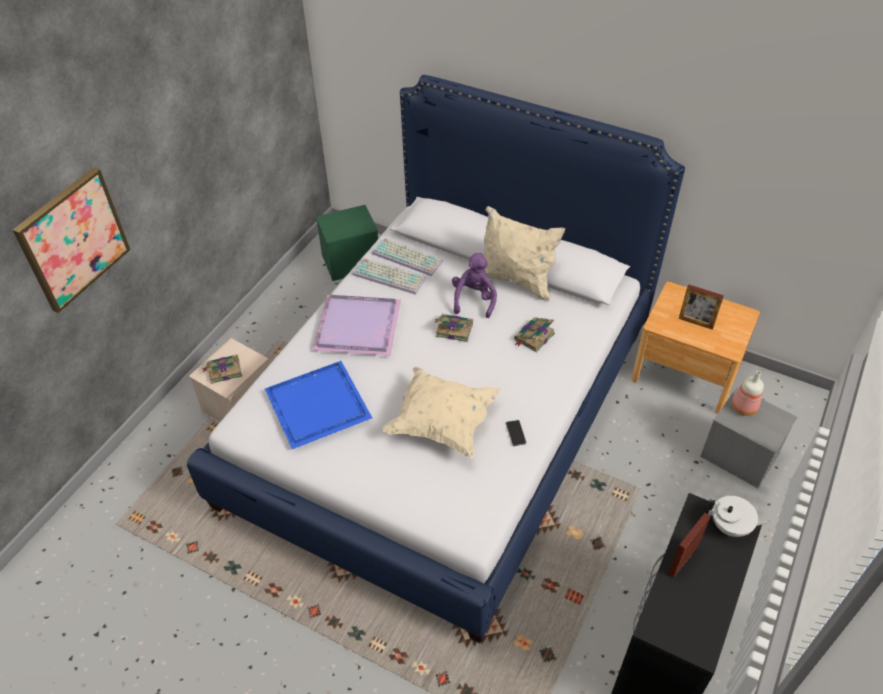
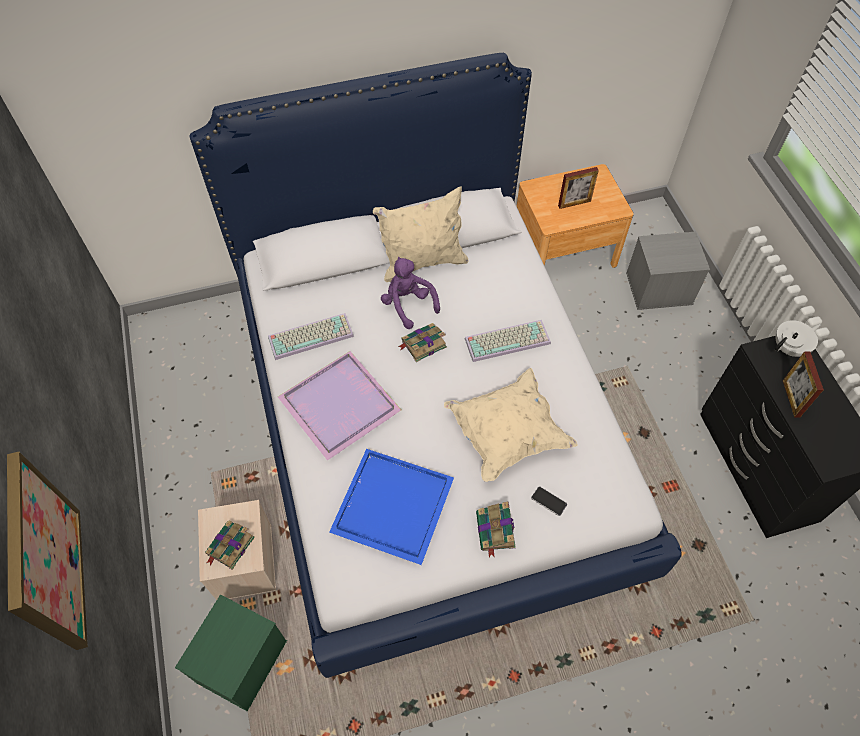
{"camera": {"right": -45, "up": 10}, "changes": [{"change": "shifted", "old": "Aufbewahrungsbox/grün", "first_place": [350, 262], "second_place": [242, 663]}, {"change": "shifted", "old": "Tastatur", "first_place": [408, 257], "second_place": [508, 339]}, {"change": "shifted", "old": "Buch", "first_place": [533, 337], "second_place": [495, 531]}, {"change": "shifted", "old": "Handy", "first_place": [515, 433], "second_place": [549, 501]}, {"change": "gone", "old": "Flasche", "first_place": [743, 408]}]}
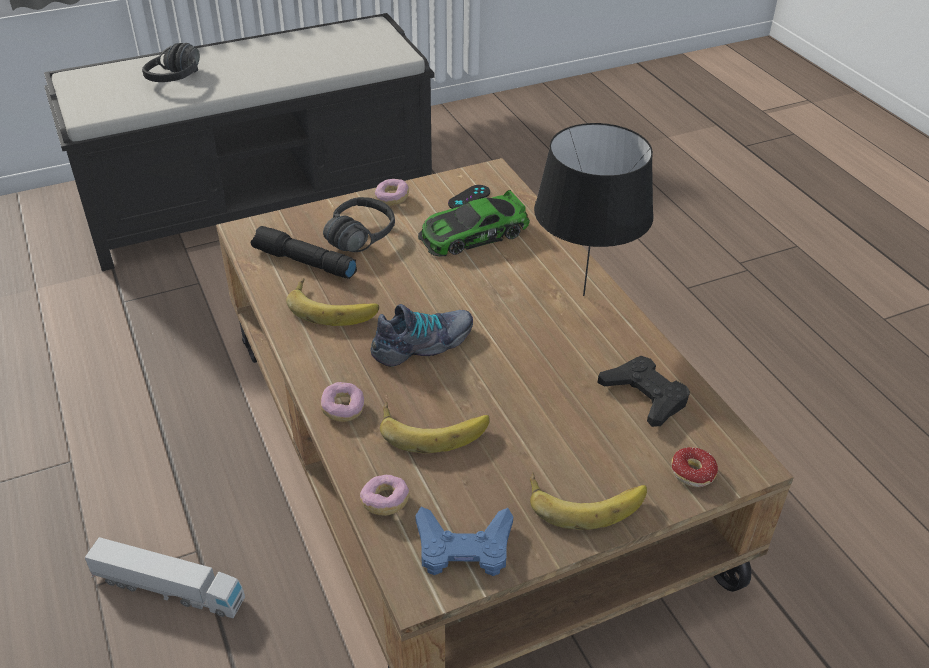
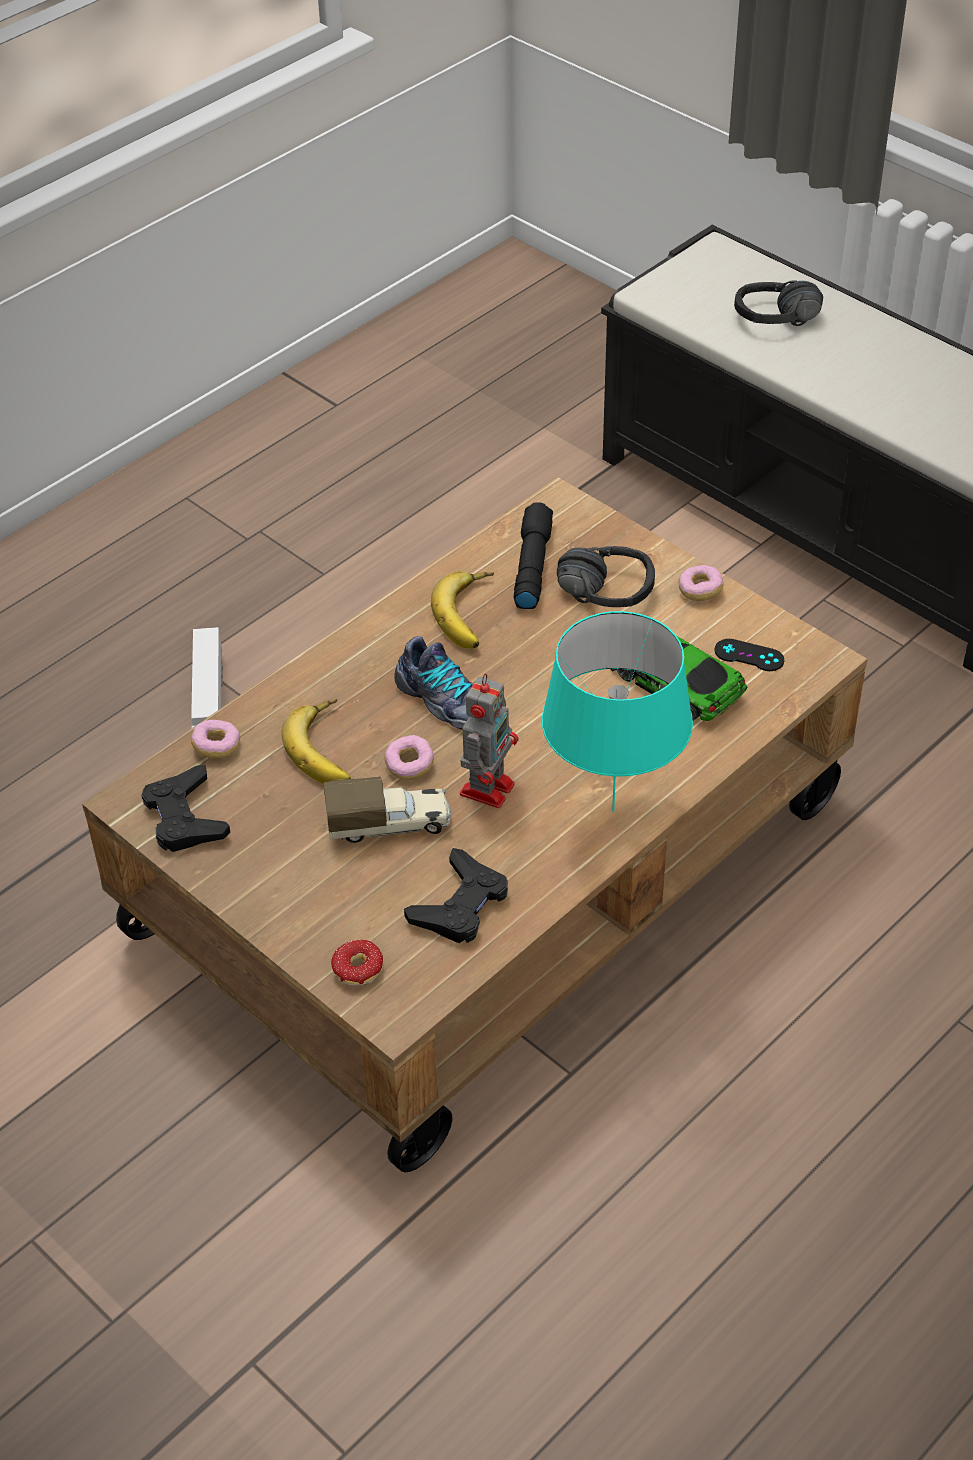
{"camera": {"right": 70, "up": 5}, "changes": [{"change": "repainted", "old": "Gamepad/blau", "new": "Gamepad/schwarz", "first_place": [463, 547], "second_place": [185, 817]}, {"change": "new", "new": "Spielzeuglaster", "second_place": [389, 824]}, {"change": "shifted", "old": "Donut", "first_place": [343, 409], "second_place": [409, 765]}, {"change": "new", "new": "Spielzeugroboter", "second_place": [488, 787]}, {"change": "repainted", "old": "Tischlampe/schwarz", "new": "Tischlampe/türkis", "first_place": [582, 295], "second_place": [612, 810]}, {"change": "gone", "old": "Banane", "first_place": [585, 499]}]}
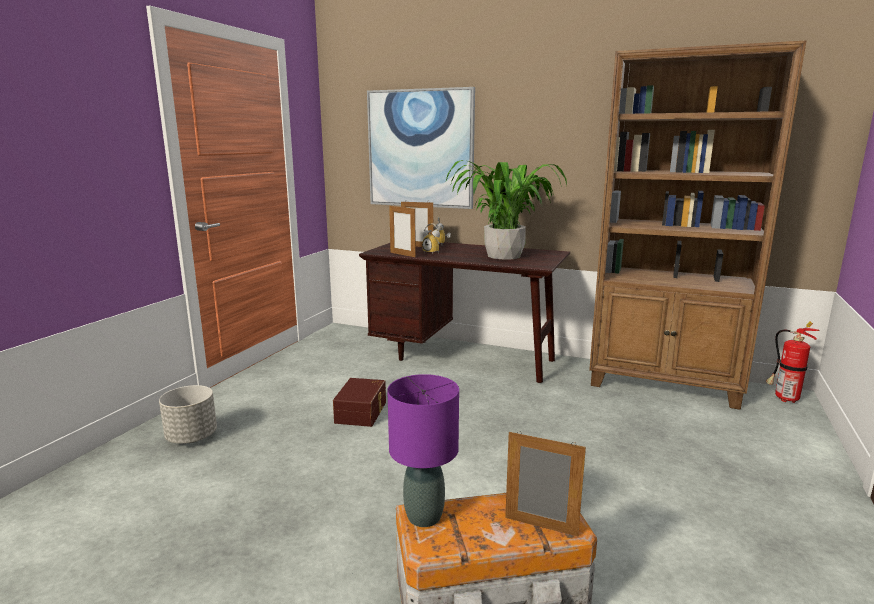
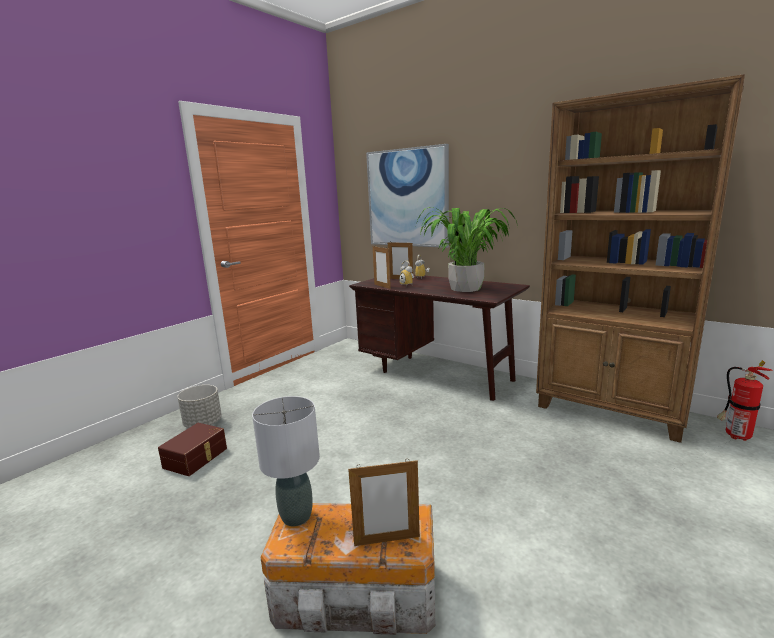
{"camera": {"right": 15, "up": 0}, "changes": [{"change": "shifted", "old": "Aufbewahrungsbox/braun", "first_place": [362, 412], "second_place": [196, 458]}, {"change": "repainted", "old": "Tischlampe/lila", "new": "Tischlampe/grau", "first_place": [423, 516], "second_place": [296, 516]}, {"change": "rotated", "old": "Bilderrahmen", "first_place": [540, 526], "second_place": [387, 541], "degrees": 135}]}
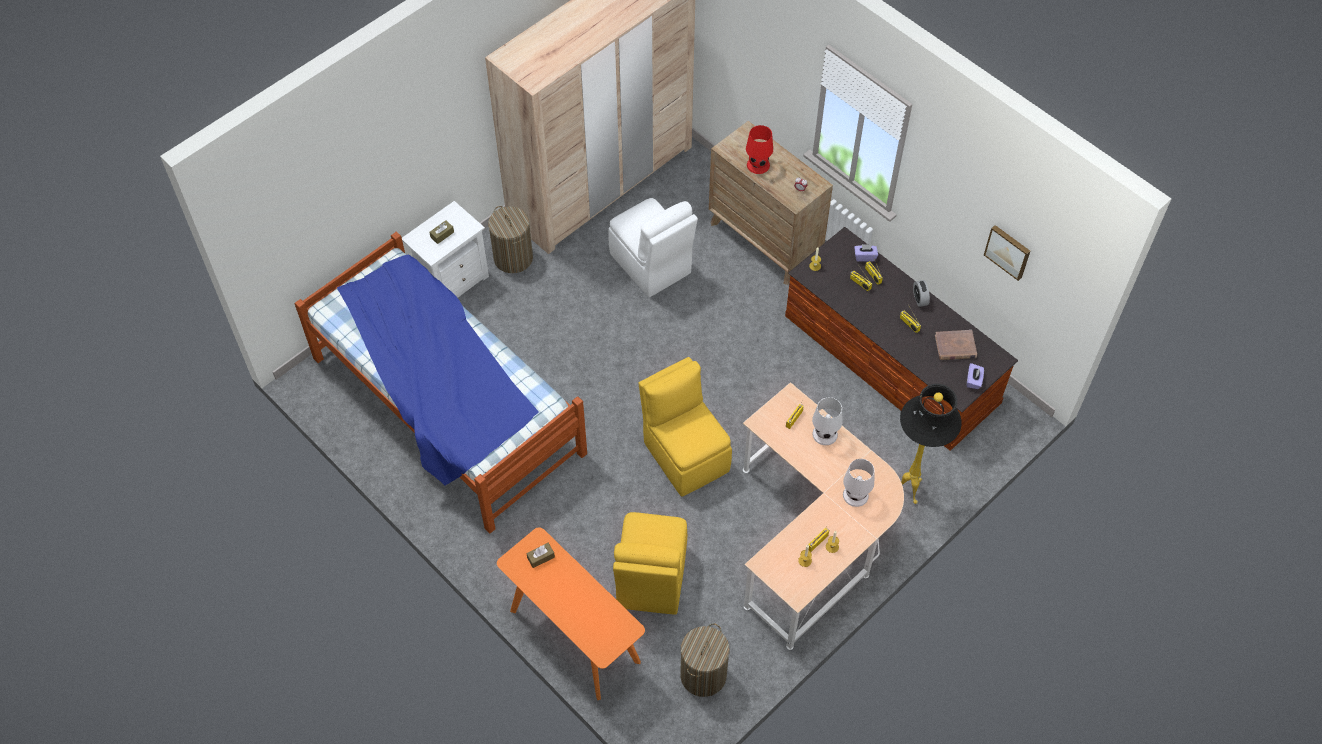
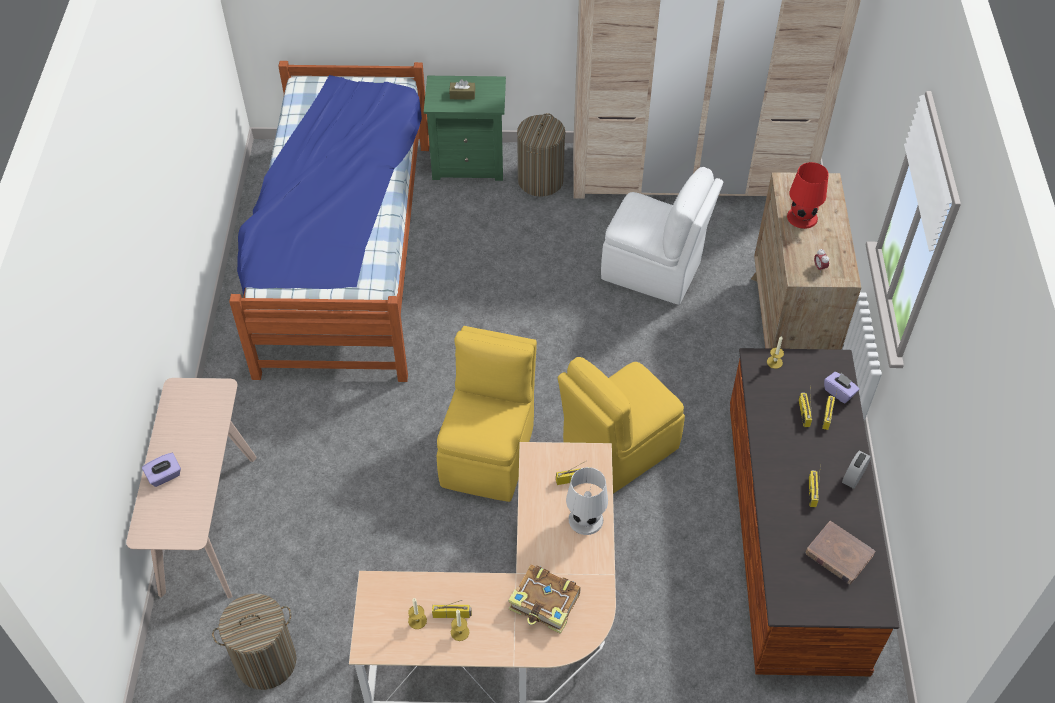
{"camera": {"right": 45, "up": -5}, "changes": [{"change": "repainted", "old": "Konsolentisch/orange", "new": "Konsolentisch/beige", "first_place": [574, 636], "second_place": [208, 523]}, {"change": "shifted", "old": "Taschentuchbox/lila", "first_place": [973, 380], "second_place": [164, 476]}, {"change": "repainted", "old": "Nachttisch/weiß", "new": "Nachttisch/grün", "first_place": [452, 281], "second_place": [469, 163]}, {"change": "swapped", "old": "Tischlampe/weiß", "new": "Buch", "first_place": [855, 495], "second_place": [545, 604]}, {"change": "shifted", "old": "Stuhl/gelb", "first_place": [651, 579], "second_place": [618, 450]}, {"change": "rotated", "old": "Stuhl/weiß", "first_place": [651, 265], "second_place": [653, 271], "degrees": -75}, {"change": "gone", "old": "Taschentuchbox/braun", "first_place": [541, 557]}, {"change": "gone", "old": "Stehlampe/schwarz", "first_place": [910, 491]}, {"change": "gone", "old": "Bild", "first_place": [1008, 251]}]}
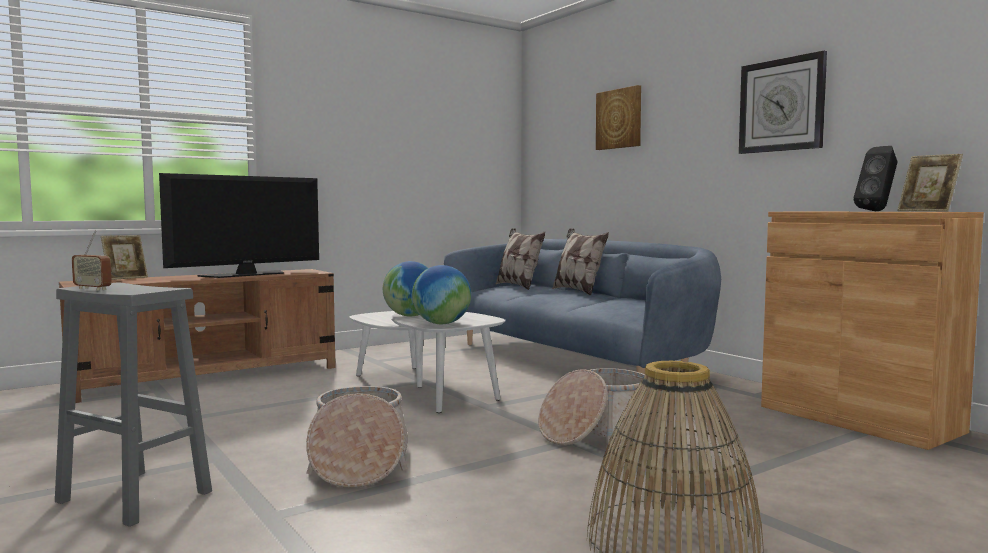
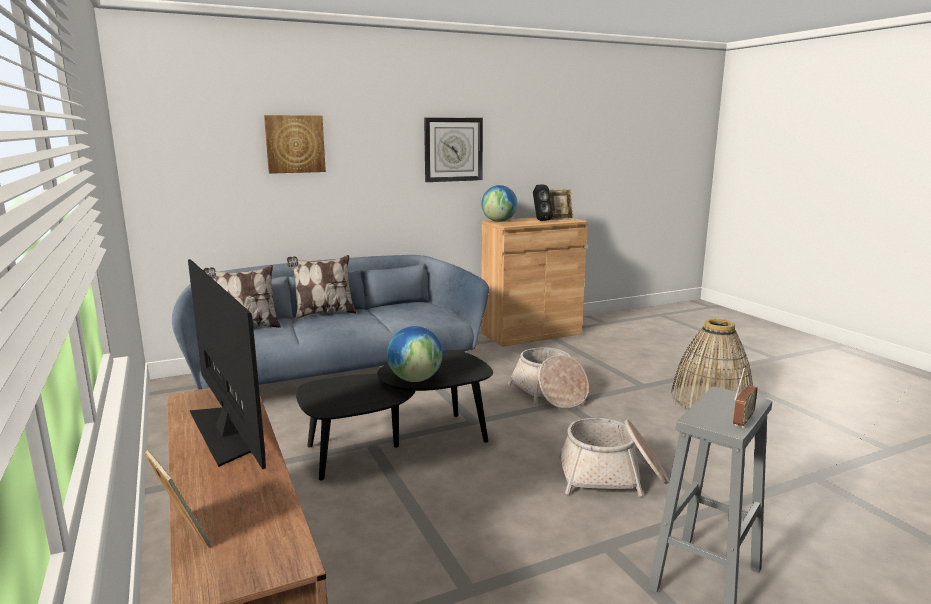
{"camera": {"right": -80, "up": 10}, "changes": [{"change": "repainted", "old": "Couchtisch/weiß", "new": "Couchtisch/schwarz", "first_place": [423, 387], "second_place": [398, 444]}, {"change": "shifted", "old": "Globus", "first_place": [442, 324], "second_place": [499, 221]}]}
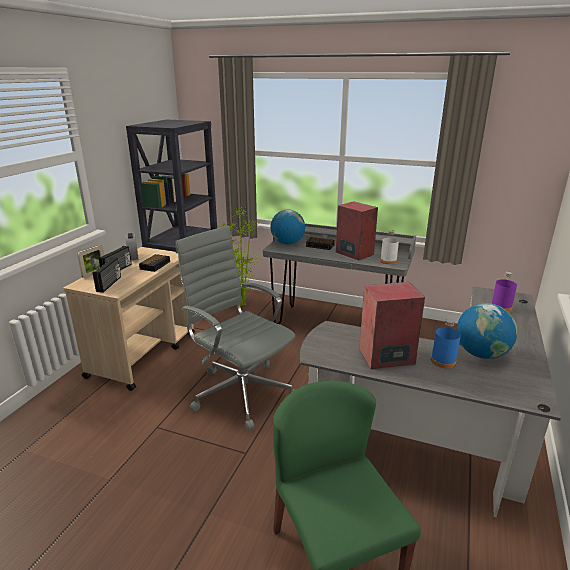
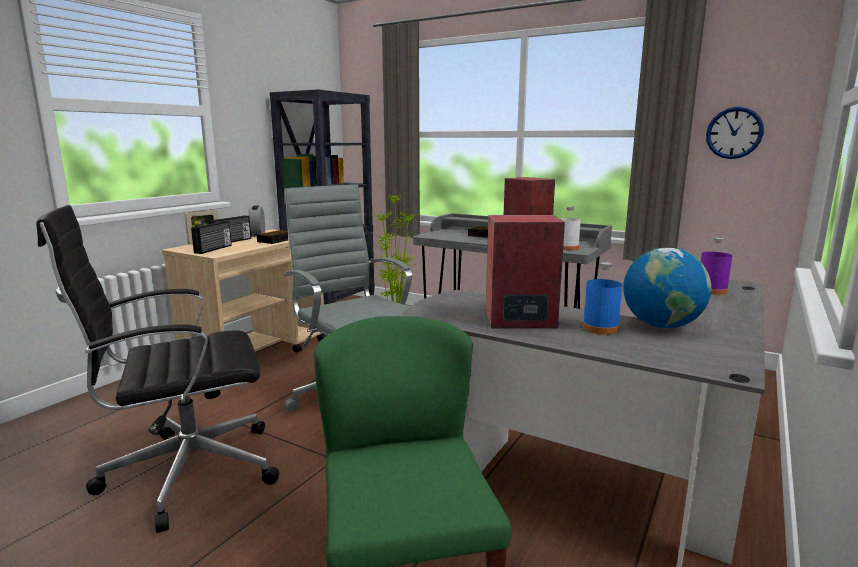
{"camera": {"right": 10, "up": -10}, "changes": [{"change": "new", "new": "Bürostuhl/schwarz", "second_place": [185, 472]}, {"change": "new", "new": "Wanduhr", "second_place": [734, 133]}, {"change": "gone", "old": "Globus", "first_place": [287, 243]}]}
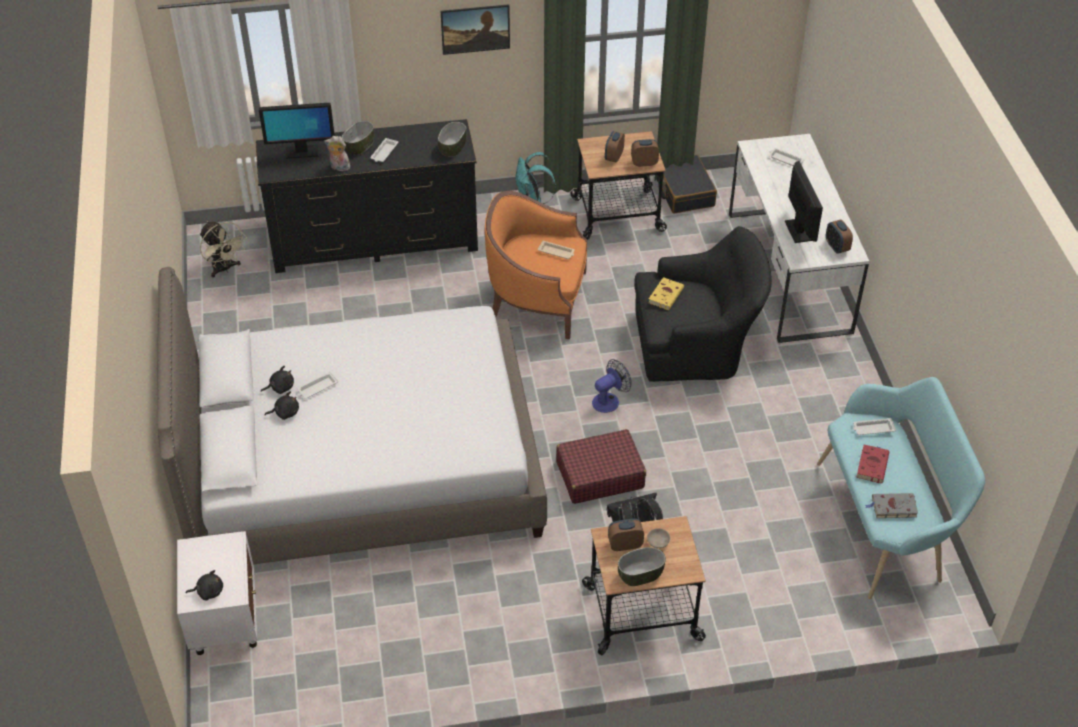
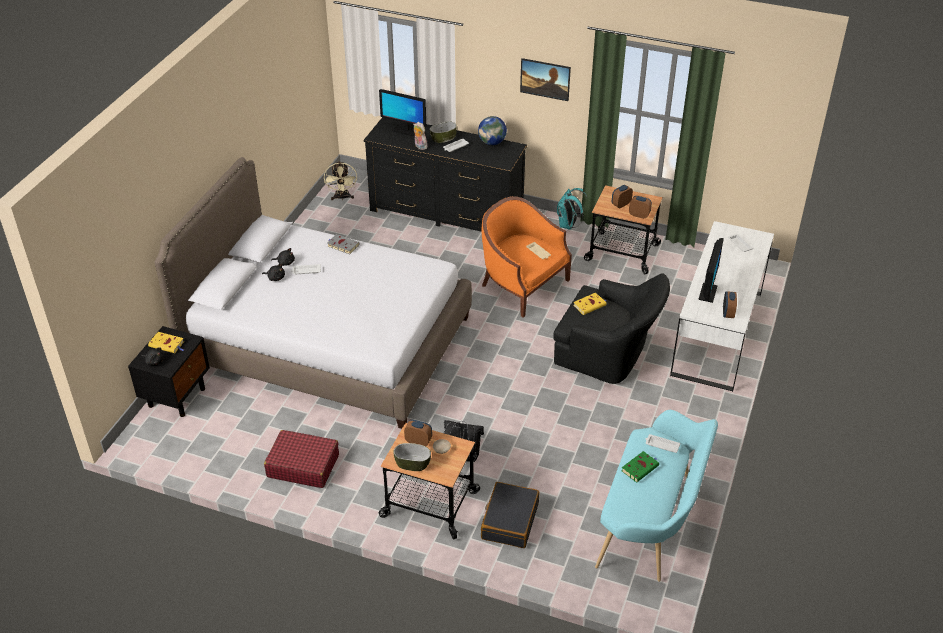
{"camera": {"right": 30, "up": -5}, "changes": [{"change": "repainted", "old": "Nachttisch/weiß", "new": "Nachttisch/schwarz", "first_place": [226, 624], "second_place": [177, 396]}, {"change": "new", "new": "Buch/gelb", "second_place": [167, 344]}, {"change": "shifted", "old": "Koffer/rot", "first_place": [599, 475], "second_place": [303, 466]}, {"change": "shifted", "old": "Buch/grau", "first_place": [892, 507], "second_place": [342, 245]}, {"change": "new", "new": "Globus", "second_place": [492, 142]}, {"change": "shifted", "old": "Koffer/schwarz", "first_place": [684, 192], "second_place": [509, 521]}, {"change": "repainted", "old": "Buch/rot", "new": "Buch/grün", "first_place": [872, 465], "second_place": [640, 468]}, {"change": "gone", "old": "Schüssel", "first_place": [452, 147]}, {"change": "gone", "old": "Ventilator", "first_place": [609, 400]}]}
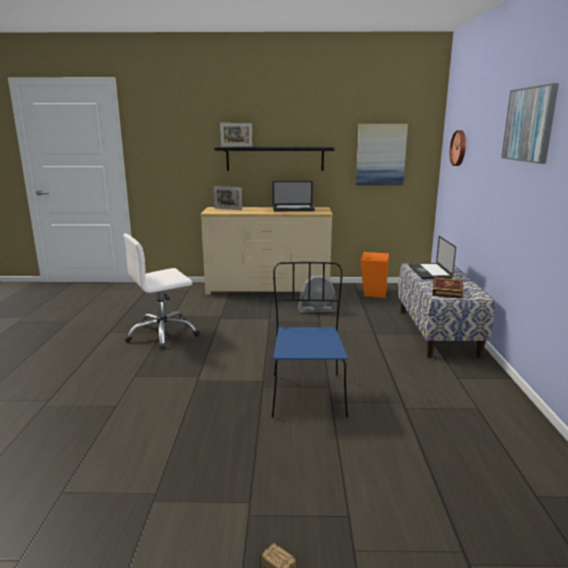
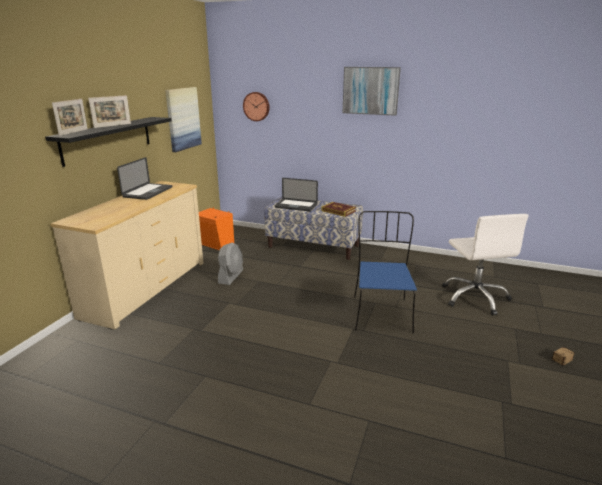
{"camera": {"right": -70, "up": 5}, "changes": [{"change": "shifted", "old": "Bilderrahmen", "first_place": [228, 209], "second_place": [112, 125]}, {"change": "rotated", "old": "Stuhl/blau", "first_place": [307, 393], "second_place": [381, 313], "degrees": 75}, {"change": "shifted", "old": "Bürostuhl/weiß", "first_place": [163, 334], "second_place": [475, 297]}]}
